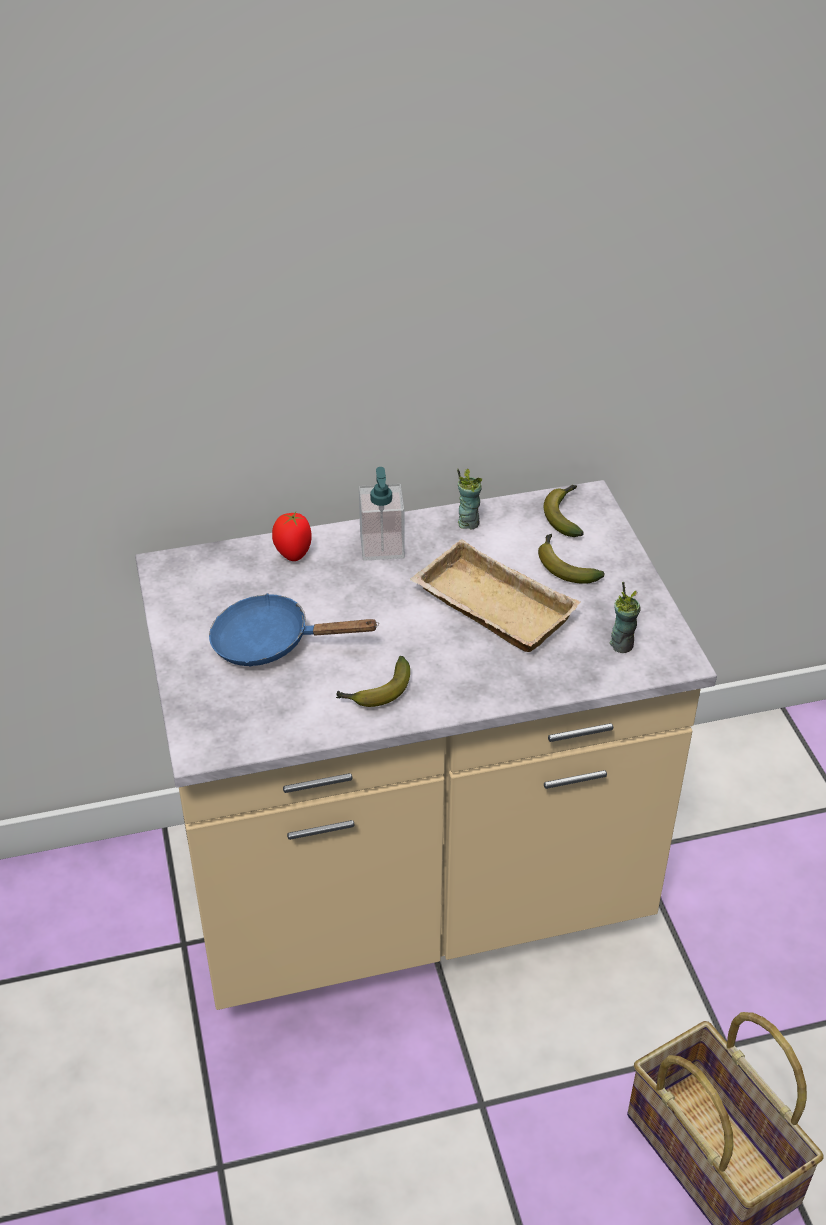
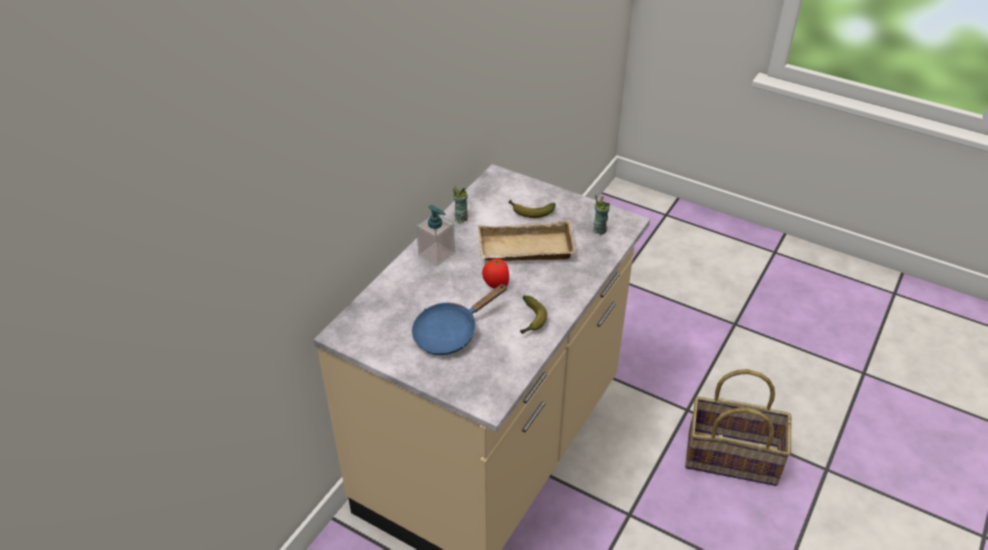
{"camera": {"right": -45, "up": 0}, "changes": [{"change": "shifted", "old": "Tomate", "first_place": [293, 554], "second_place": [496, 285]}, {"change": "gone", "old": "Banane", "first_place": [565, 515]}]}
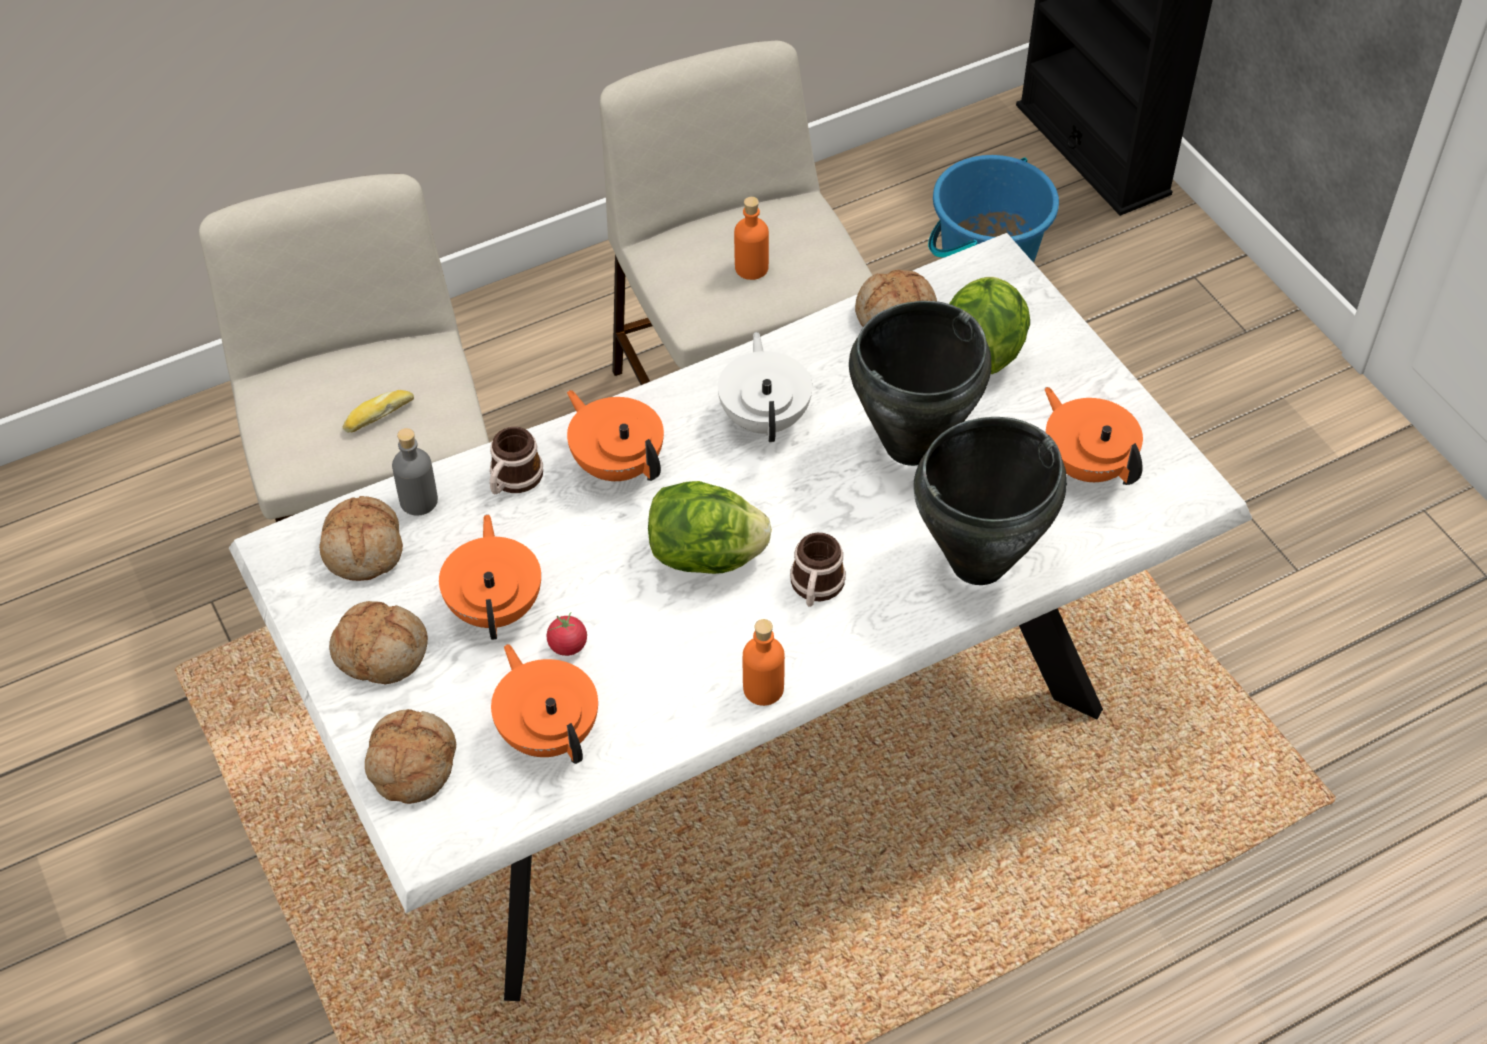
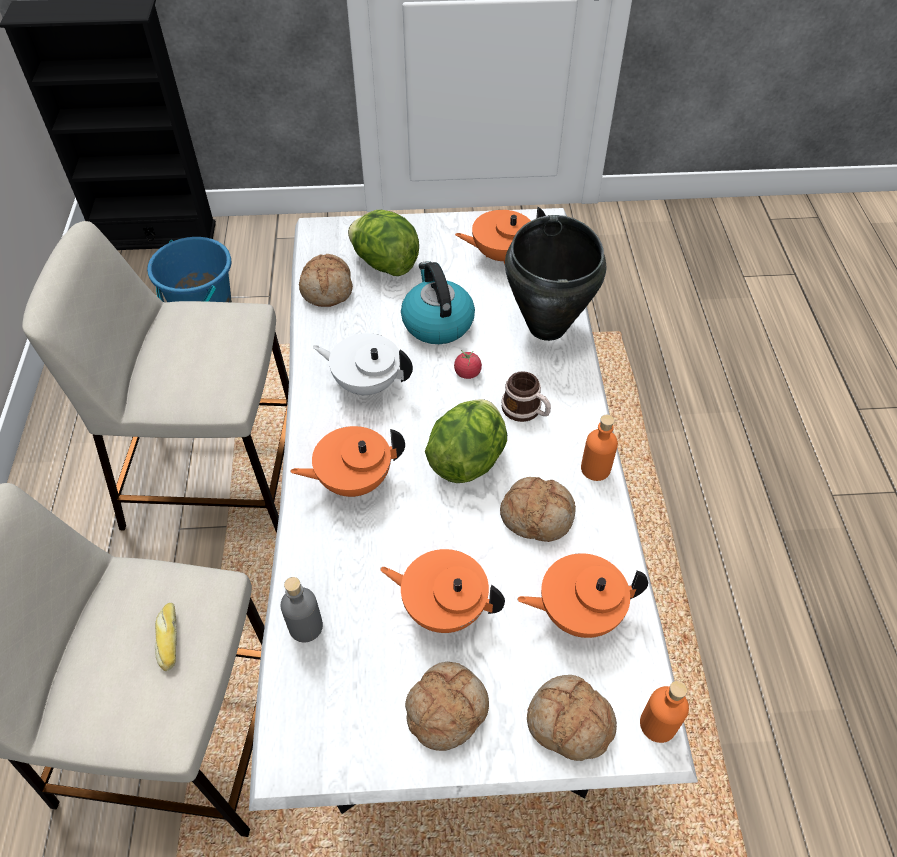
{"camera": {"right": -65, "up": 0}, "changes": [{"change": "swapped", "old": "Kochtopf/schwarz", "new": "Wasserkessel", "first_place": [910, 445], "second_place": [437, 322]}, {"change": "shifted", "old": "Tomate", "first_place": [568, 645], "second_place": [467, 373]}, {"change": "shifted", "old": "Brot", "first_place": [364, 548], "second_place": [537, 515]}, {"change": "shifted", "old": "Flasche/orange", "first_place": [751, 268], "second_place": [657, 724]}, {"change": "gone", "old": "Henkelbecher", "first_place": [513, 480]}]}
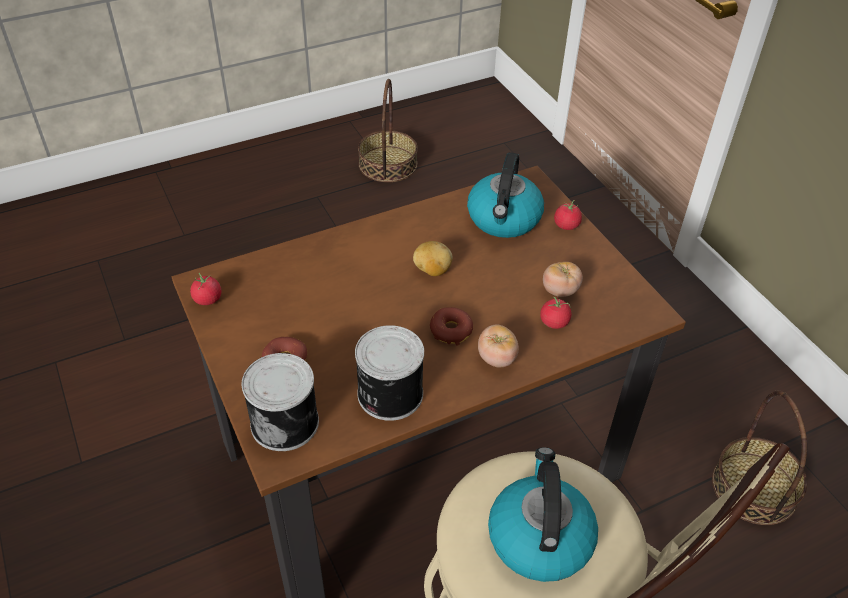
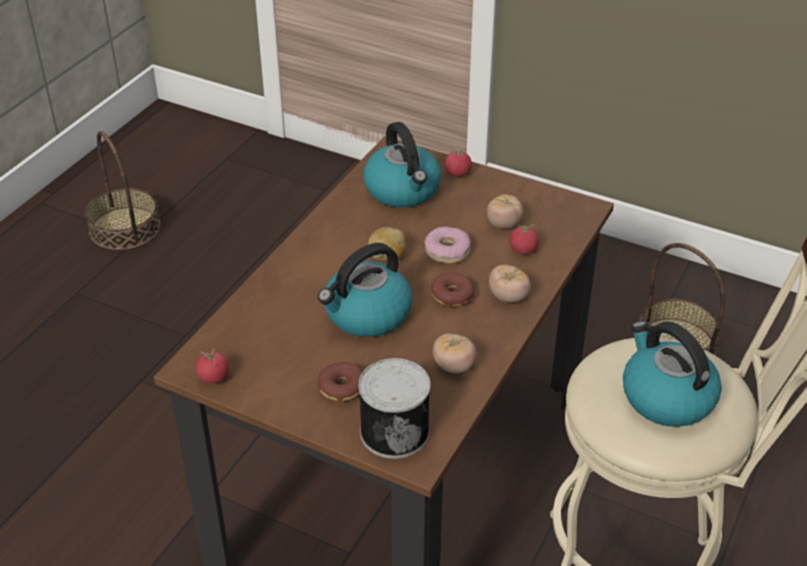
{"camera": {"right": -35, "up": -5}, "changes": [{"change": "new", "new": "Wasserkessel", "second_place": [366, 315]}, {"change": "new", "new": "Donut", "second_place": [447, 251]}, {"change": "swapped", "old": "Dose", "new": "Tomate", "first_place": [388, 394], "second_place": [454, 366]}]}
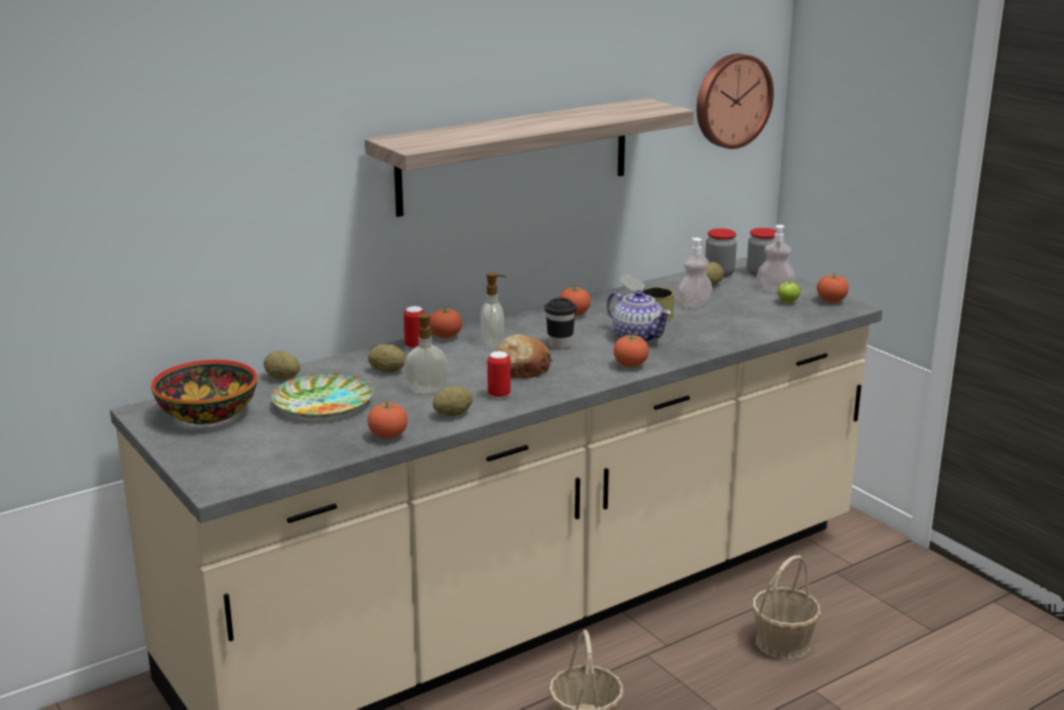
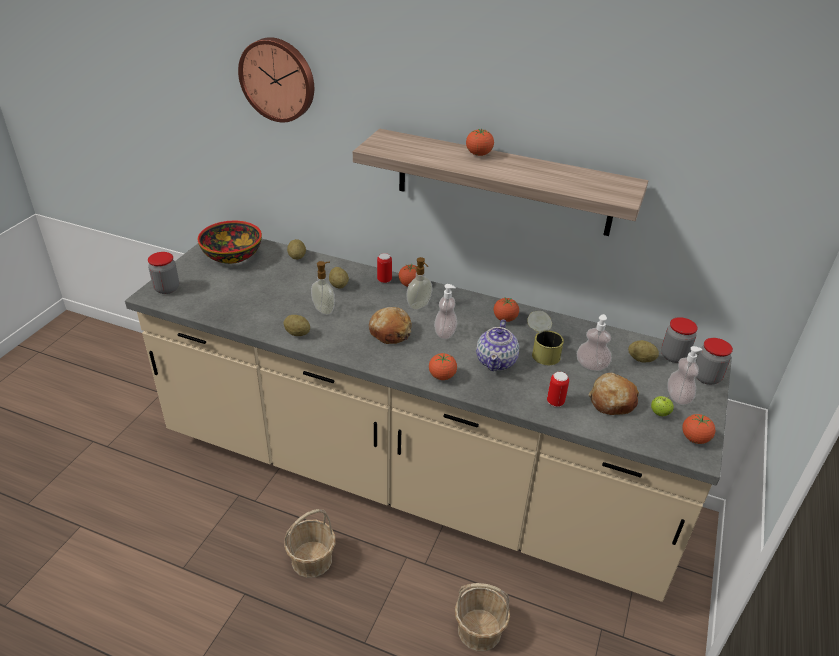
{"camera": {"right": 55, "up": 15}, "changes": [{"change": "new", "new": "Vorratsglas", "second_place": [167, 288]}, {"change": "shifted", "old": "Wanduhr", "first_place": [731, 100], "second_place": [278, 79]}, {"change": "swapped", "old": "Tasse/schwarz", "new": "Seifenspender", "first_place": [560, 345], "second_place": [445, 333]}, {"change": "shifted", "old": "Tomate", "first_place": [388, 437], "second_place": [478, 154]}, {"change": "shifted", "old": "Dose", "first_place": [499, 395], "second_place": [555, 402]}, {"change": "new", "new": "Brot", "second_place": [612, 401]}, {"change": "gone", "old": "Teller", "first_place": [323, 402]}]}
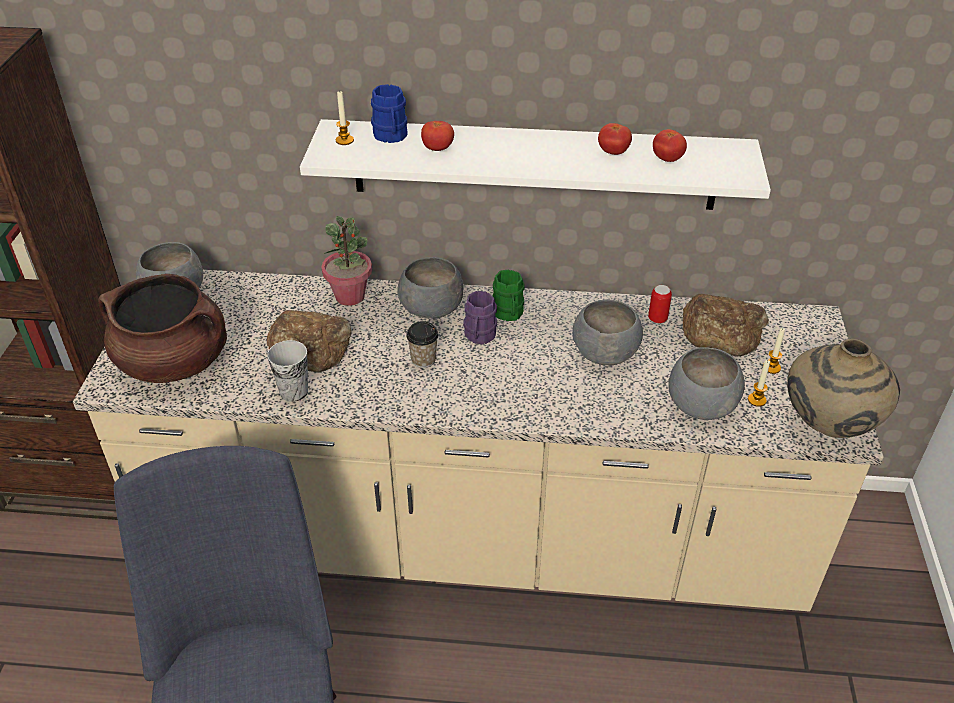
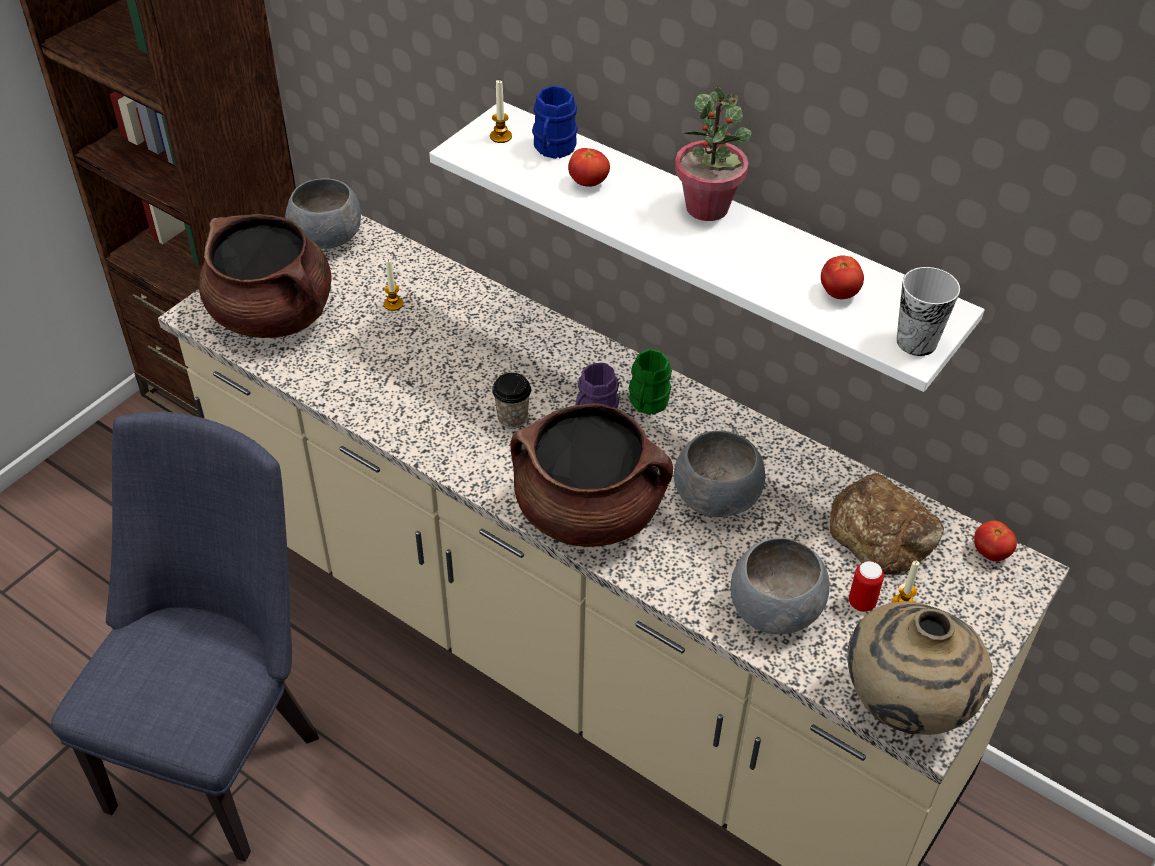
{"camera": {"right": 30, "up": 5}, "changes": [{"change": "shifted", "old": "Kerze", "first_place": [756, 400], "second_place": [393, 304]}, {"change": "new", "new": "Kochtopf/braun", "second_place": [589, 512]}, {"change": "shifted", "old": "Topfpflanze", "first_place": [350, 296], "second_place": [707, 208]}, {"change": "shifted", "old": "Dose", "first_place": [657, 319], "second_place": [861, 603]}, {"change": "shifted", "old": "Tasse", "first_place": [294, 391], "second_place": [916, 342]}, {"change": "shifted", "old": "Tomate", "first_place": [613, 152], "second_place": [990, 553]}, {"change": "gone", "old": "Brot", "first_place": [310, 346]}, {"change": "gone", "old": "Schüssel/grau", "first_place": [431, 308]}]}
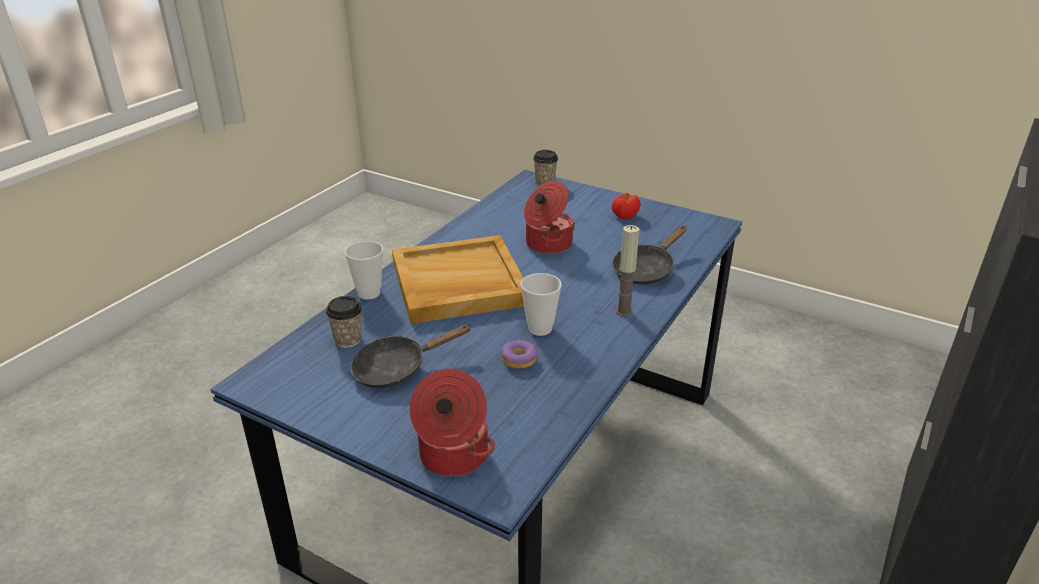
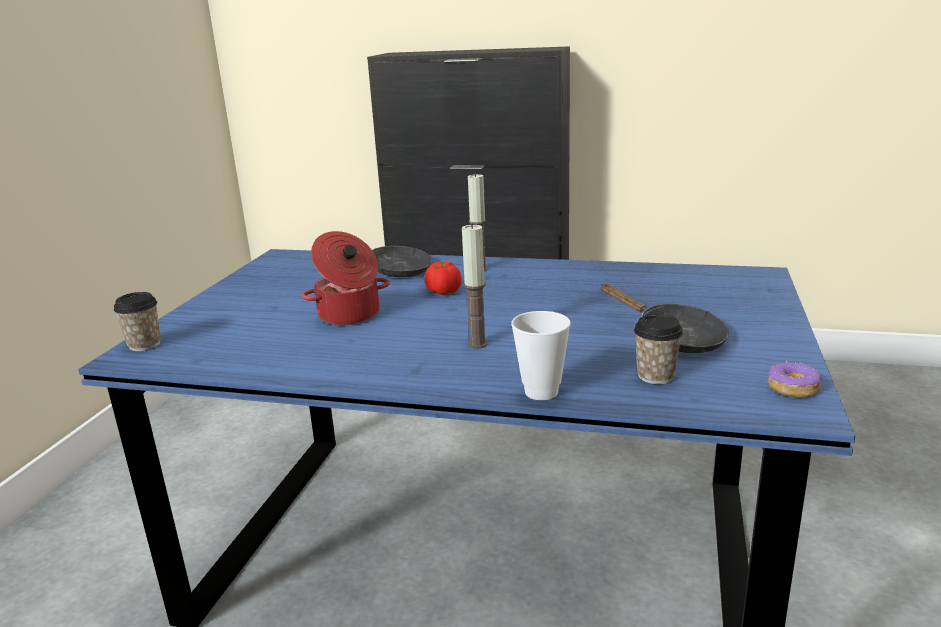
{"camera": {"right": -105, "up": -10}, "changes": [{"change": "shifted", "old": "Tomate", "first_place": [625, 216], "second_place": [443, 292]}, {"change": "swapped", "old": "Tablett/beige", "new": "Kerze", "first_place": [458, 284], "second_place": [477, 343]}, {"change": "shifted", "old": "Donut", "first_place": [519, 359], "second_place": [792, 388]}, {"change": "gone", "old": "Kochtopf", "first_place": [452, 456]}, {"change": "gone", "old": "Tasse", "first_place": [540, 329]}]}
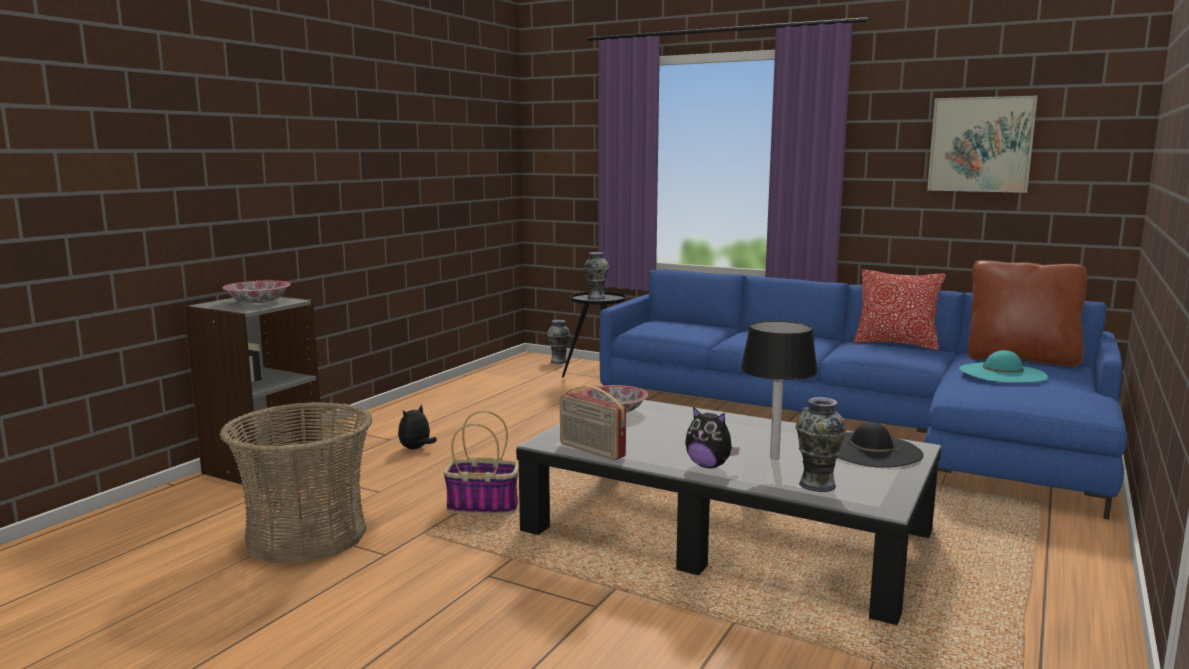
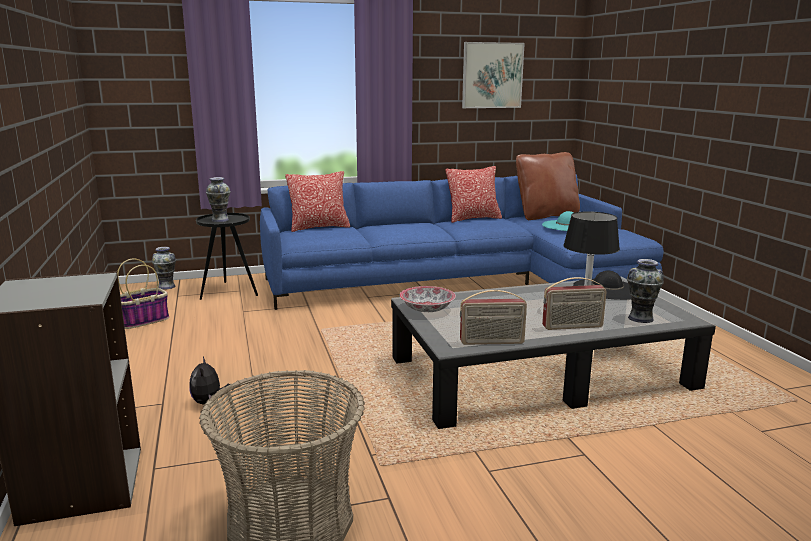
{"camera": {"right": -45, "up": 5}, "changes": [{"change": "shifted", "old": "Korb", "first_place": [484, 506], "second_place": [144, 320]}, {"change": "new", "new": "Kissen", "second_place": [319, 227]}, {"change": "swapped", "old": "Plüschtier", "new": "Radio", "first_place": [709, 466], "second_place": [572, 327]}, {"change": "gone", "old": "Schüssel", "first_place": [258, 302]}]}
